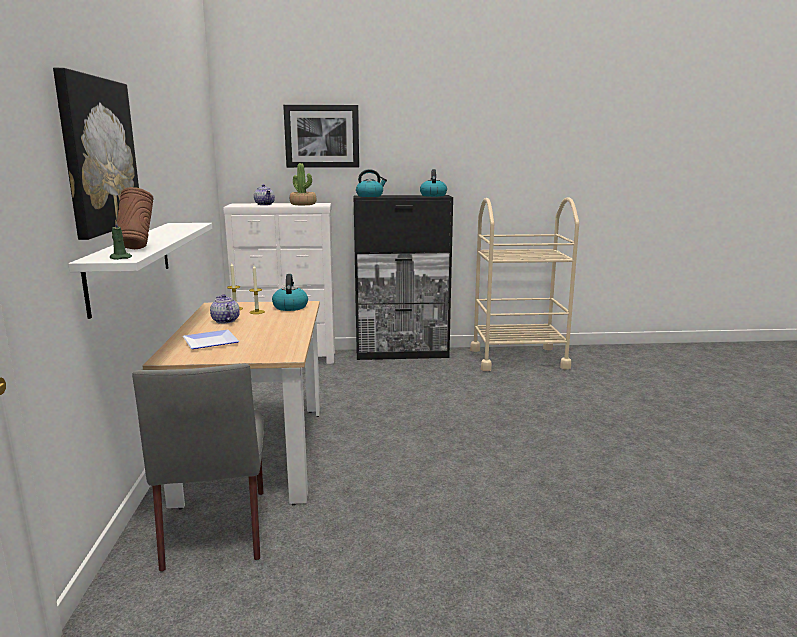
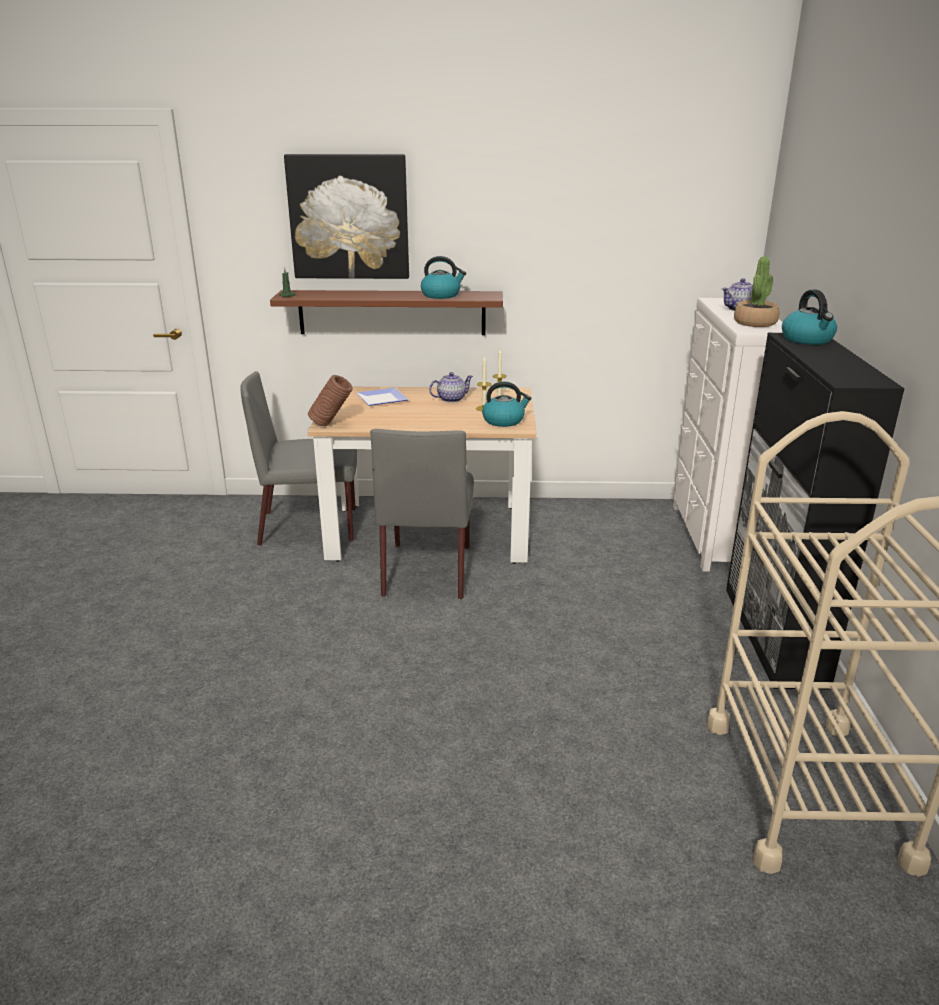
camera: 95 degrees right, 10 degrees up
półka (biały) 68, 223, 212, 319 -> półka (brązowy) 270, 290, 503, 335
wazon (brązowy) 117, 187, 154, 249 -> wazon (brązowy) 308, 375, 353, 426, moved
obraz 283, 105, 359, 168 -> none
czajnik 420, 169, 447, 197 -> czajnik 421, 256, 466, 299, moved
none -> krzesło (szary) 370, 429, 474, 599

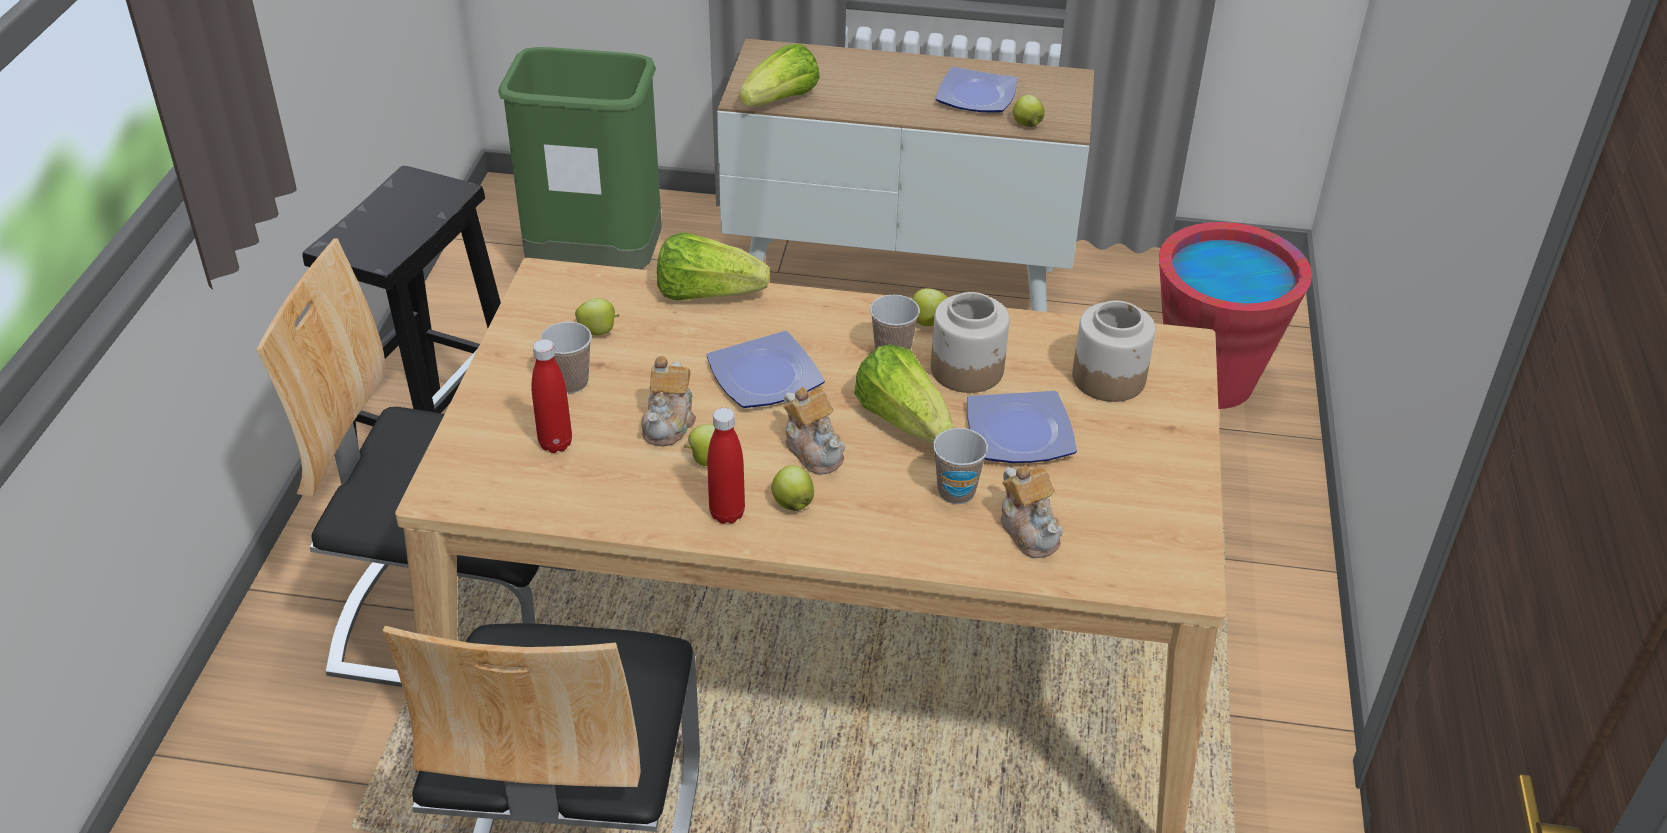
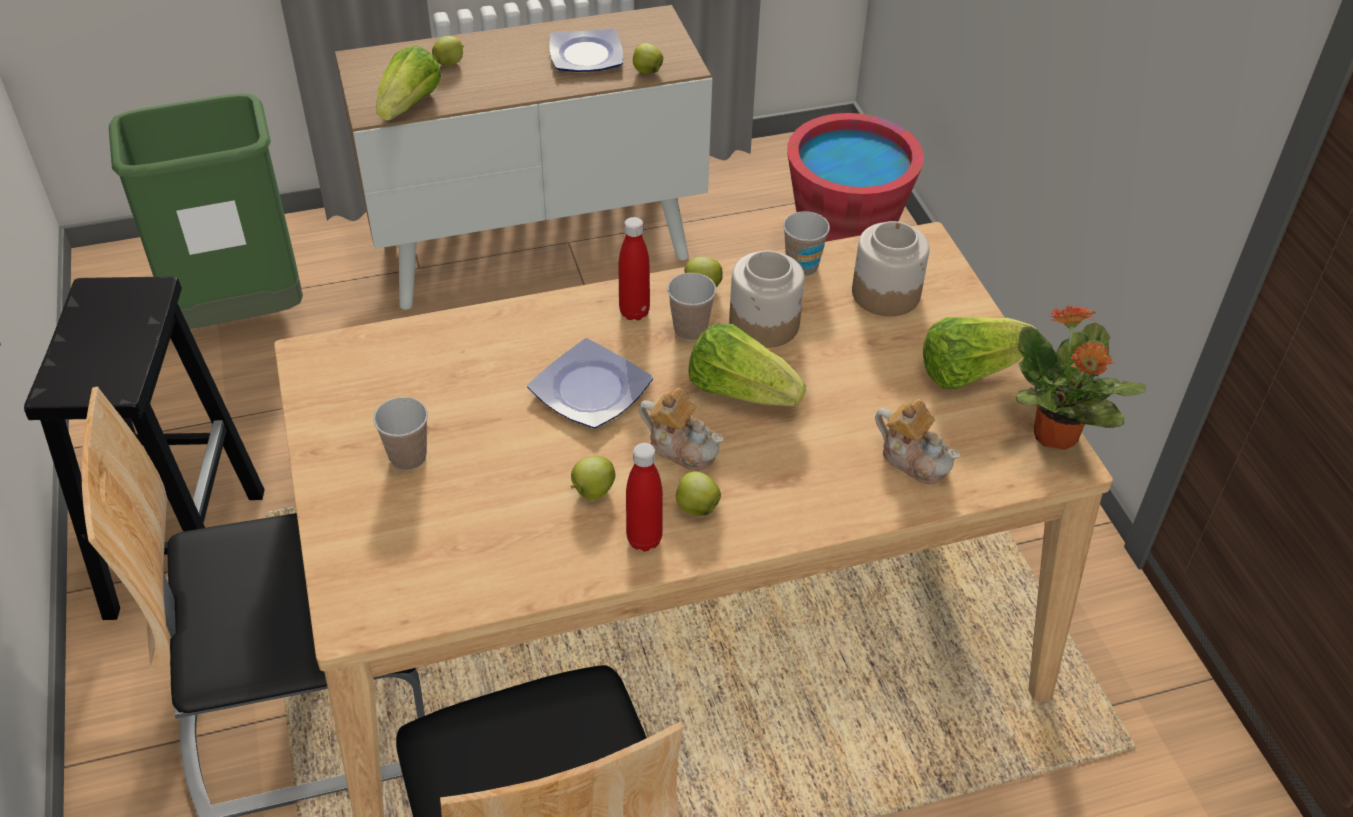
camera: 25 degrees left, 5 degrees up
butelka (czerwony) 531, 339, 572, 453 -> butelka (czerwony) 618, 217, 650, 320, moved
jabłko 575, 298, 619, 335 -> jabłko 432, 36, 464, 65, moved
imbryk 641, 356, 696, 446 -> none
sałata 657, 232, 770, 301 -> sałata 923, 317, 1036, 389, moved
filiżanka 933, 428, 988, 504 -> filiżanka 783, 211, 830, 277, moved
talerz 967, 391, 1077, 463 -> none
none -> roślina doniczkowa 1016, 305, 1146, 450

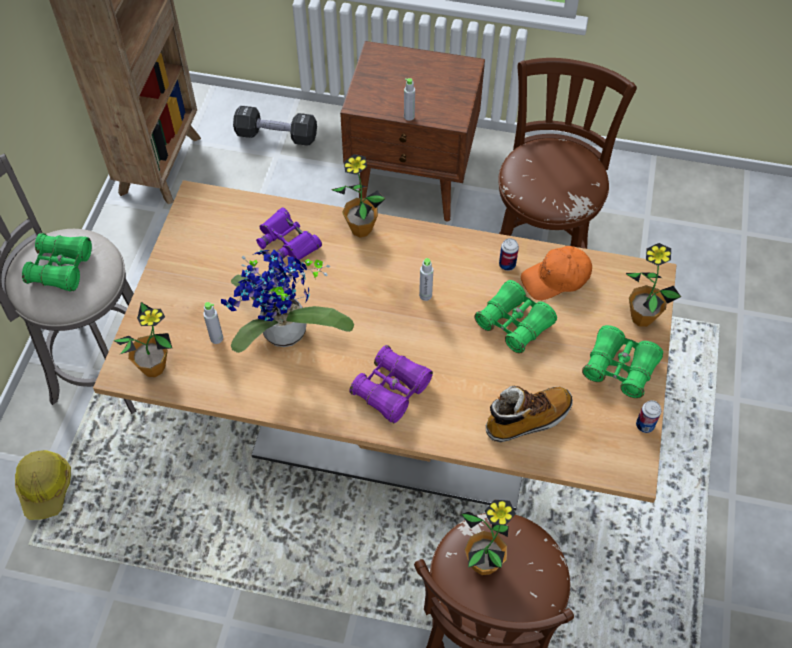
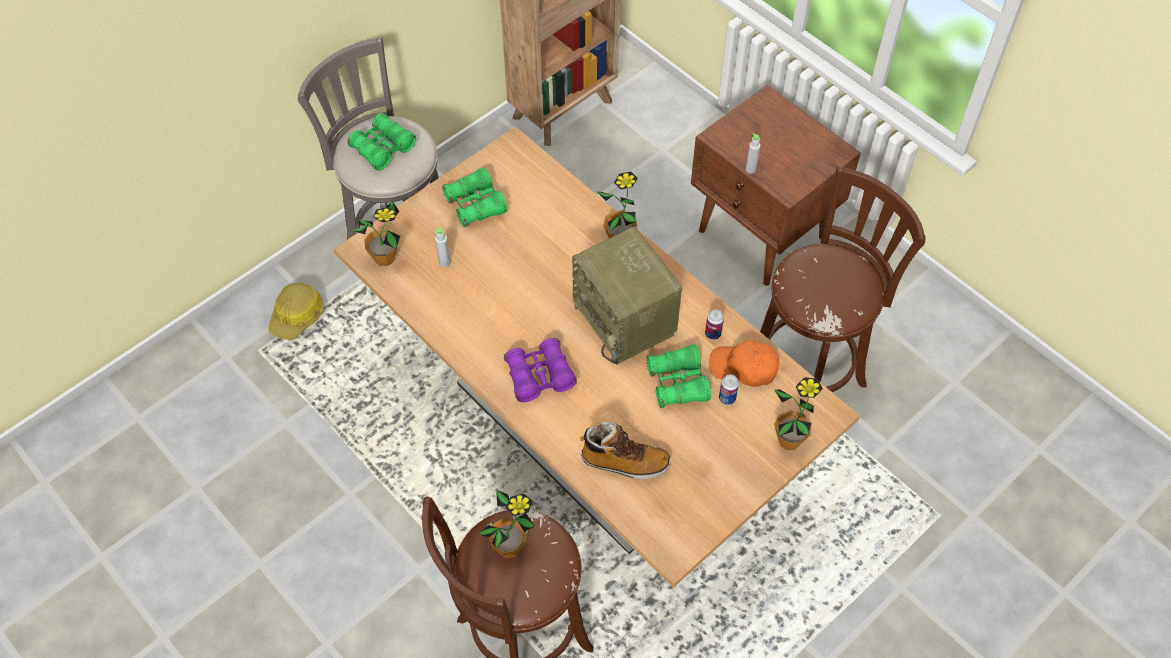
camera: 35 degrees right, 0 degrees up
roślina doniczkowa 221, 250, 354, 353 -> none
hantel (czarny) 233, 106, 317, 146 -> none
lornetka (fioletowy) 256, 207, 322, 260 -> none
butelka (szary) 419, 258, 433, 301 -> radio 572, 227, 682, 364
lornetka (zielony) 582, 325, 663, 399 -> lornetka (zielony) 442, 167, 507, 227, moved
puszka 636, 400, 661, 433 -> puszka 719, 375, 739, 405, moved

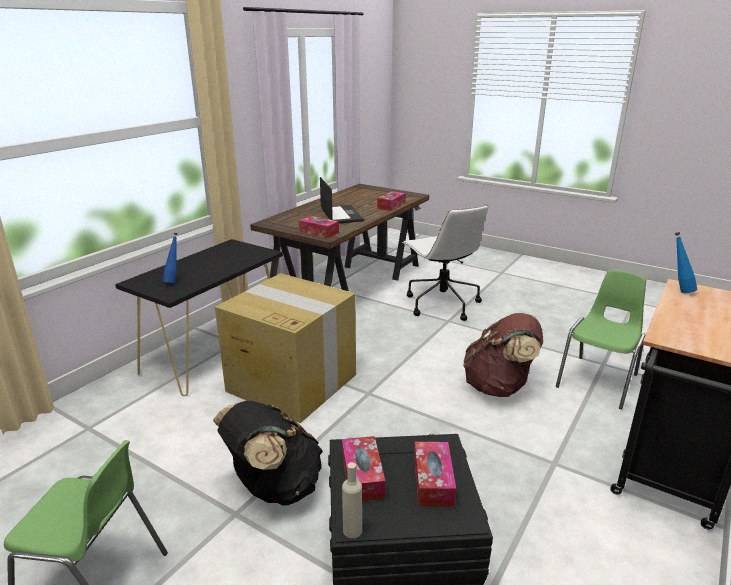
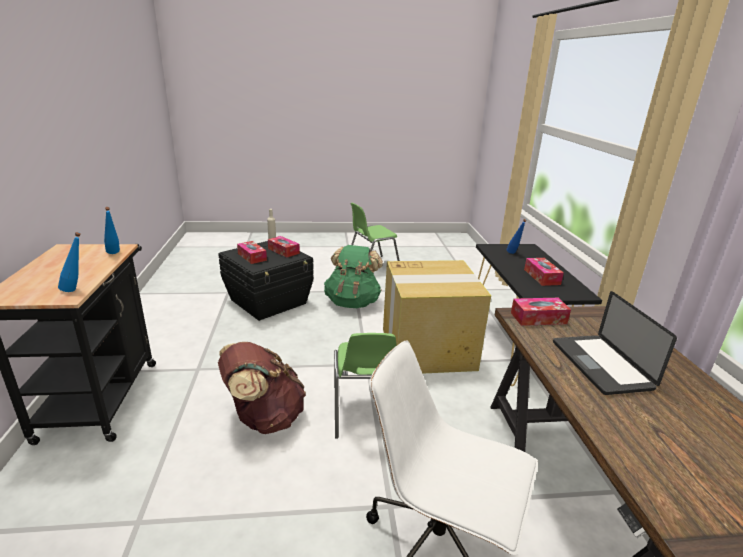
camera: 140 degrees right, 0 degrees up
plecak (czarny) 213, 401, 323, 506 -> plecak (zielony) 324, 245, 383, 308
laptop 320, 177, 364, 223 -> laptop 553, 291, 677, 395, 45 degrees clockwise
pudełko chusteczek 377, 191, 406, 211 -> pudełko chusteczek 524, 258, 564, 286, moved
krzesło (zielony) 556, 270, 646, 409 -> krzesło (zielony) 334, 333, 397, 439, moved
none -> butelka (niebieski) 104, 207, 120, 254

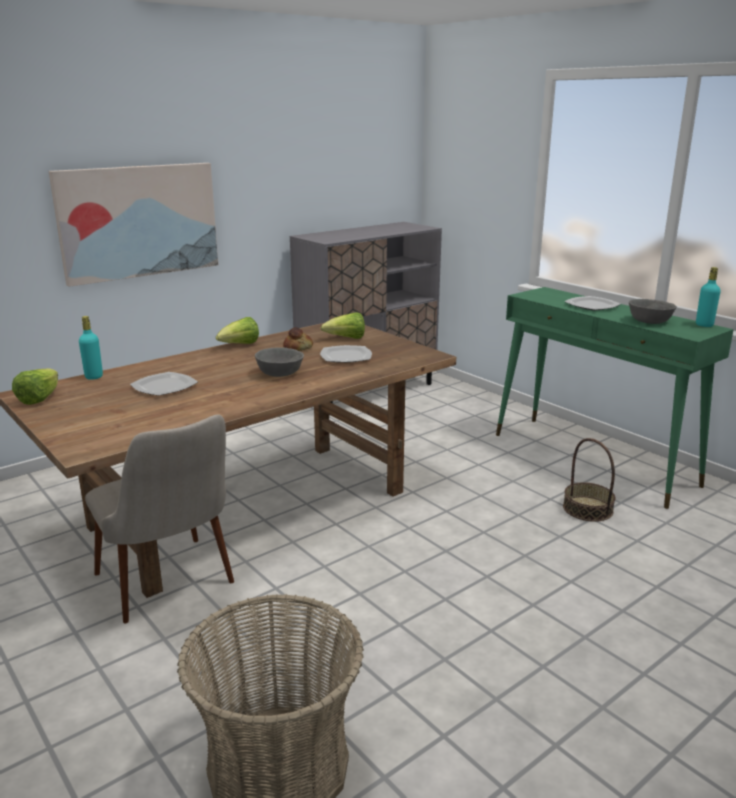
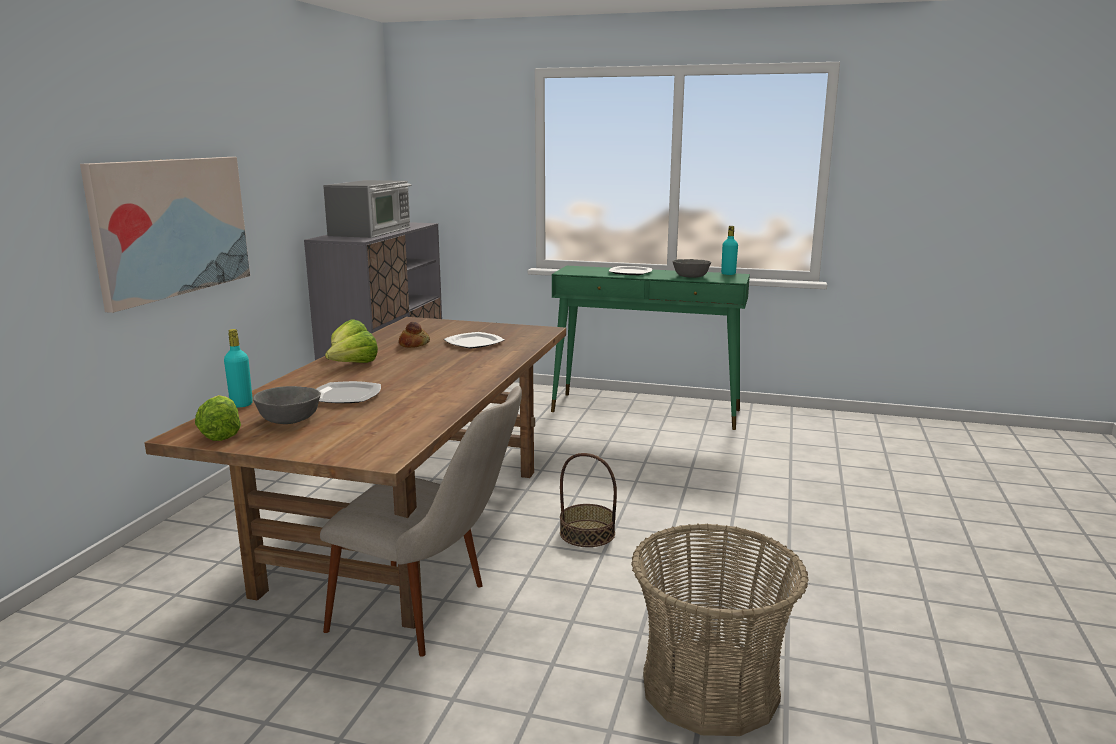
camera: 35 degrees left, 5 degrees down
miska (szary) 255, 347, 304, 377 -> miska (szary) 253, 386, 321, 424, moved
sałata 321, 312, 365, 339 -> sałata 325, 331, 378, 363, moved
koszyk 563, 438, 616, 522 -> koszyk 560, 453, 617, 547, moved
none -> mikrofalówka 323, 180, 411, 238

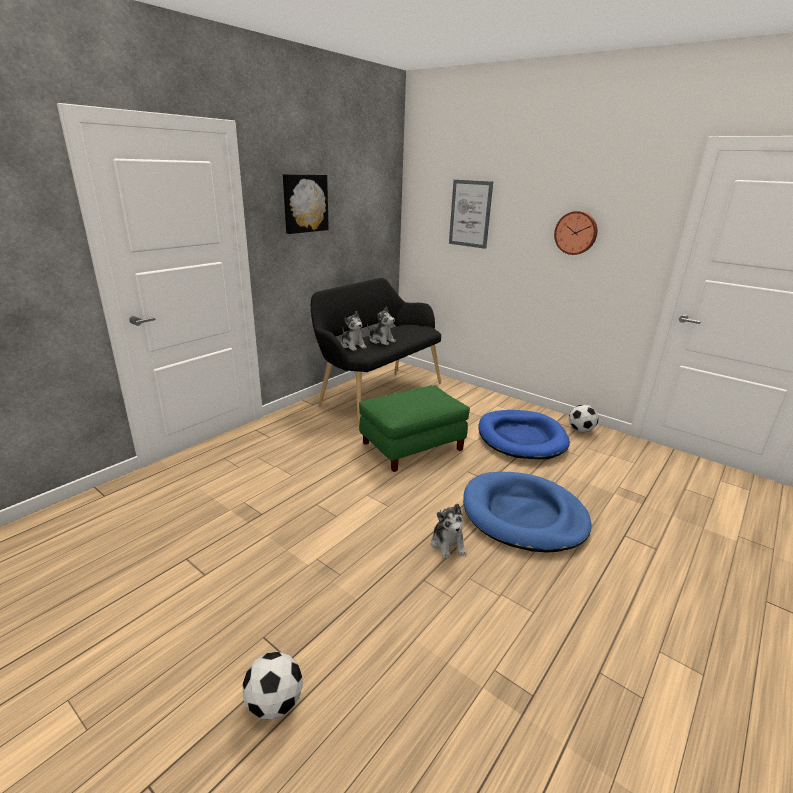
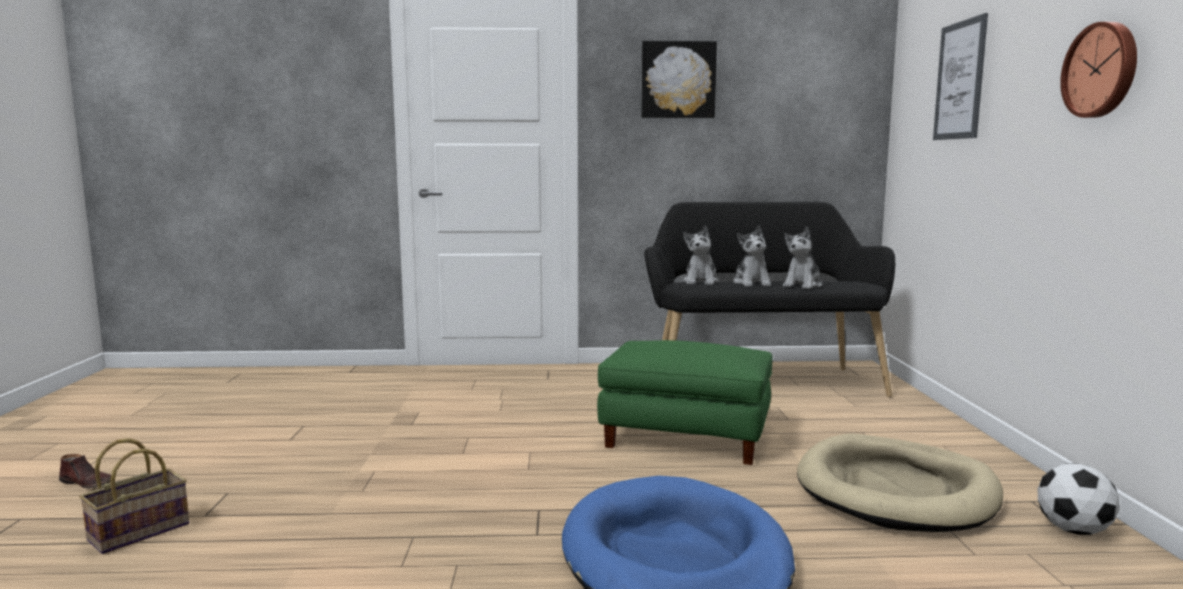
camera: 50 degrees right, 15 degrees down
piłka futbolowa 242, 652, 303, 720 -> koszyk 79, 438, 189, 554
pluszak 431, 503, 466, 559 -> pluszak 783, 227, 822, 289, moved
legowisko (niebieski) 478, 410, 570, 459 -> legowisko (beżowy) 797, 434, 1003, 532
none -> but (brązowy) 59, 454, 112, 488

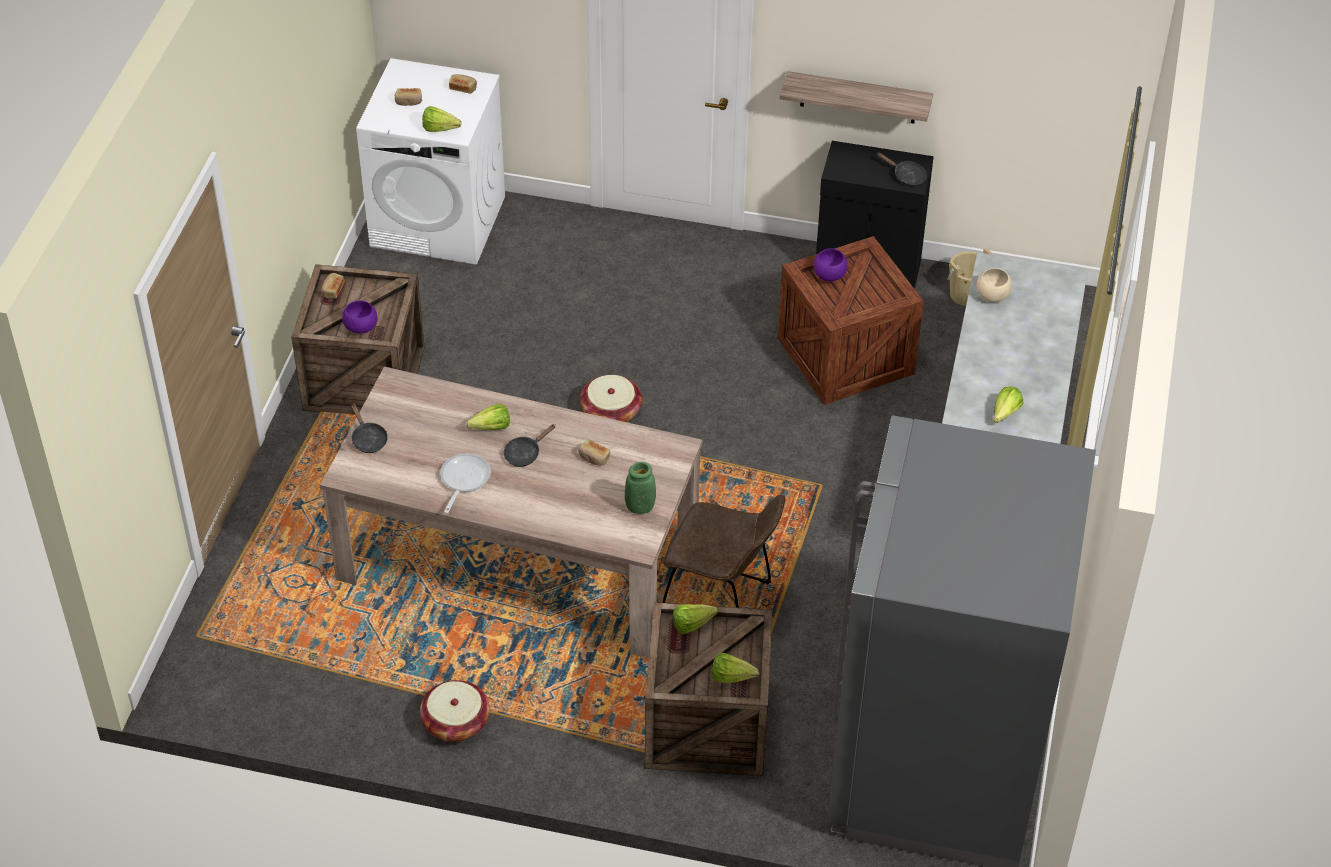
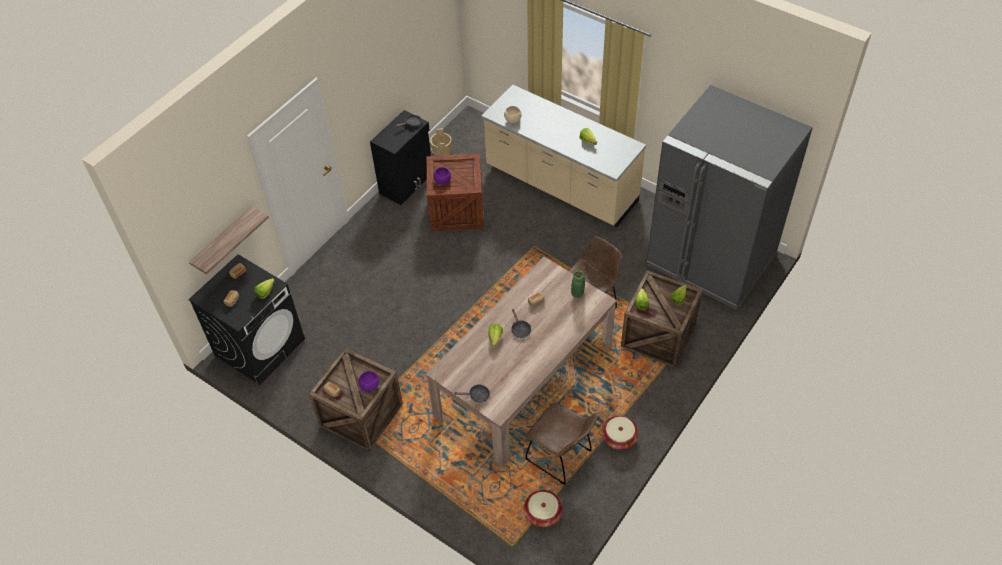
camera: 65 degrees left, 5 degrees up
pralka (biały) 356, 58, 505, 265 -> pralka (czarny) 188, 254, 305, 385
patelnia 440, 453, 491, 514 -> none
koszyk 580, 375, 642, 422 -> koszyk 524, 490, 563, 527, moved
półka 780, 71, 933, 124 -> półka 189, 206, 269, 274, moved
none -> krzesło (brązowy) 525, 403, 598, 485

